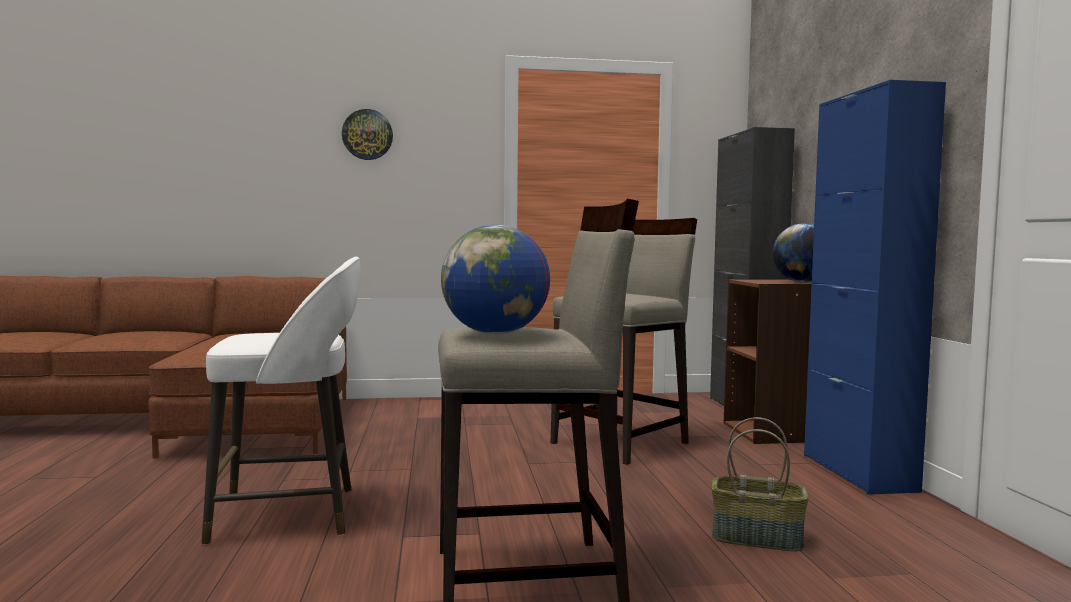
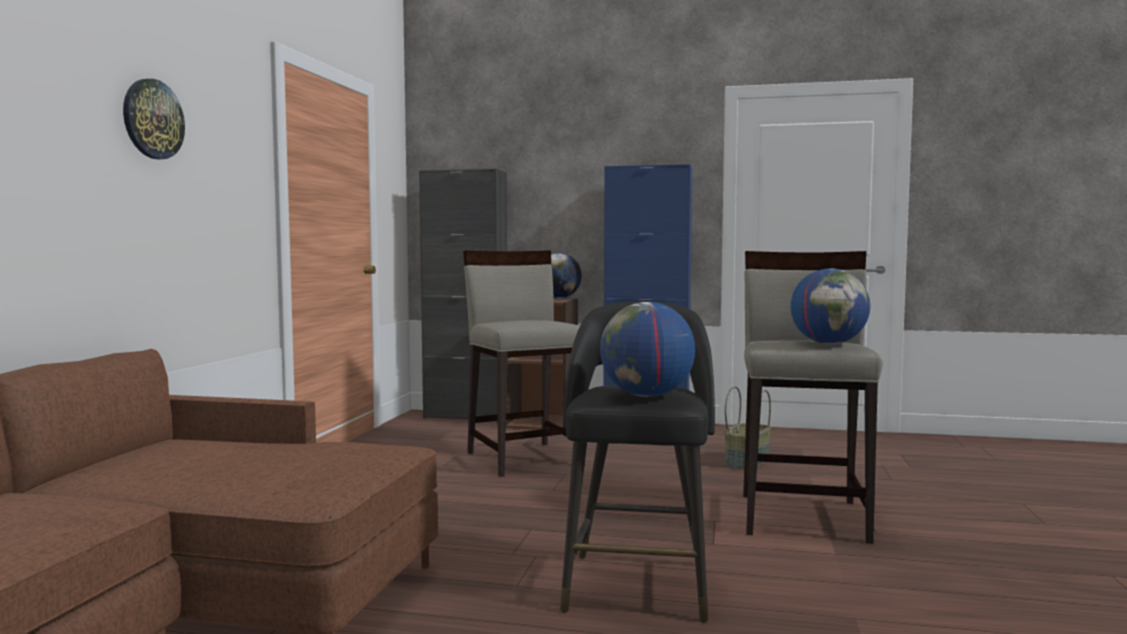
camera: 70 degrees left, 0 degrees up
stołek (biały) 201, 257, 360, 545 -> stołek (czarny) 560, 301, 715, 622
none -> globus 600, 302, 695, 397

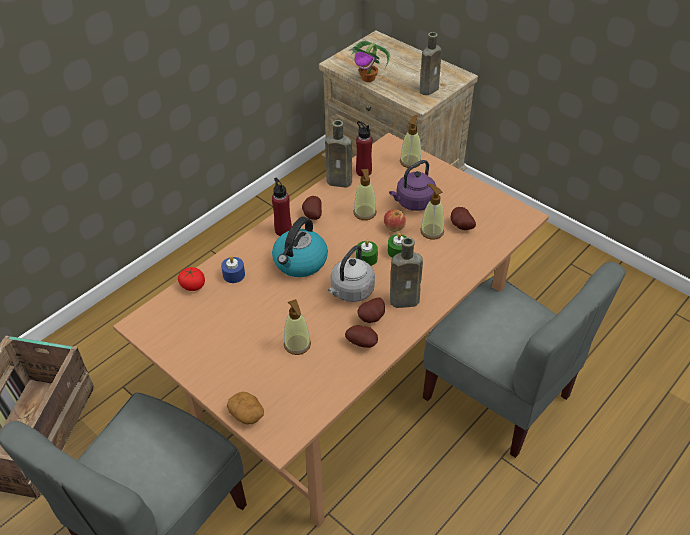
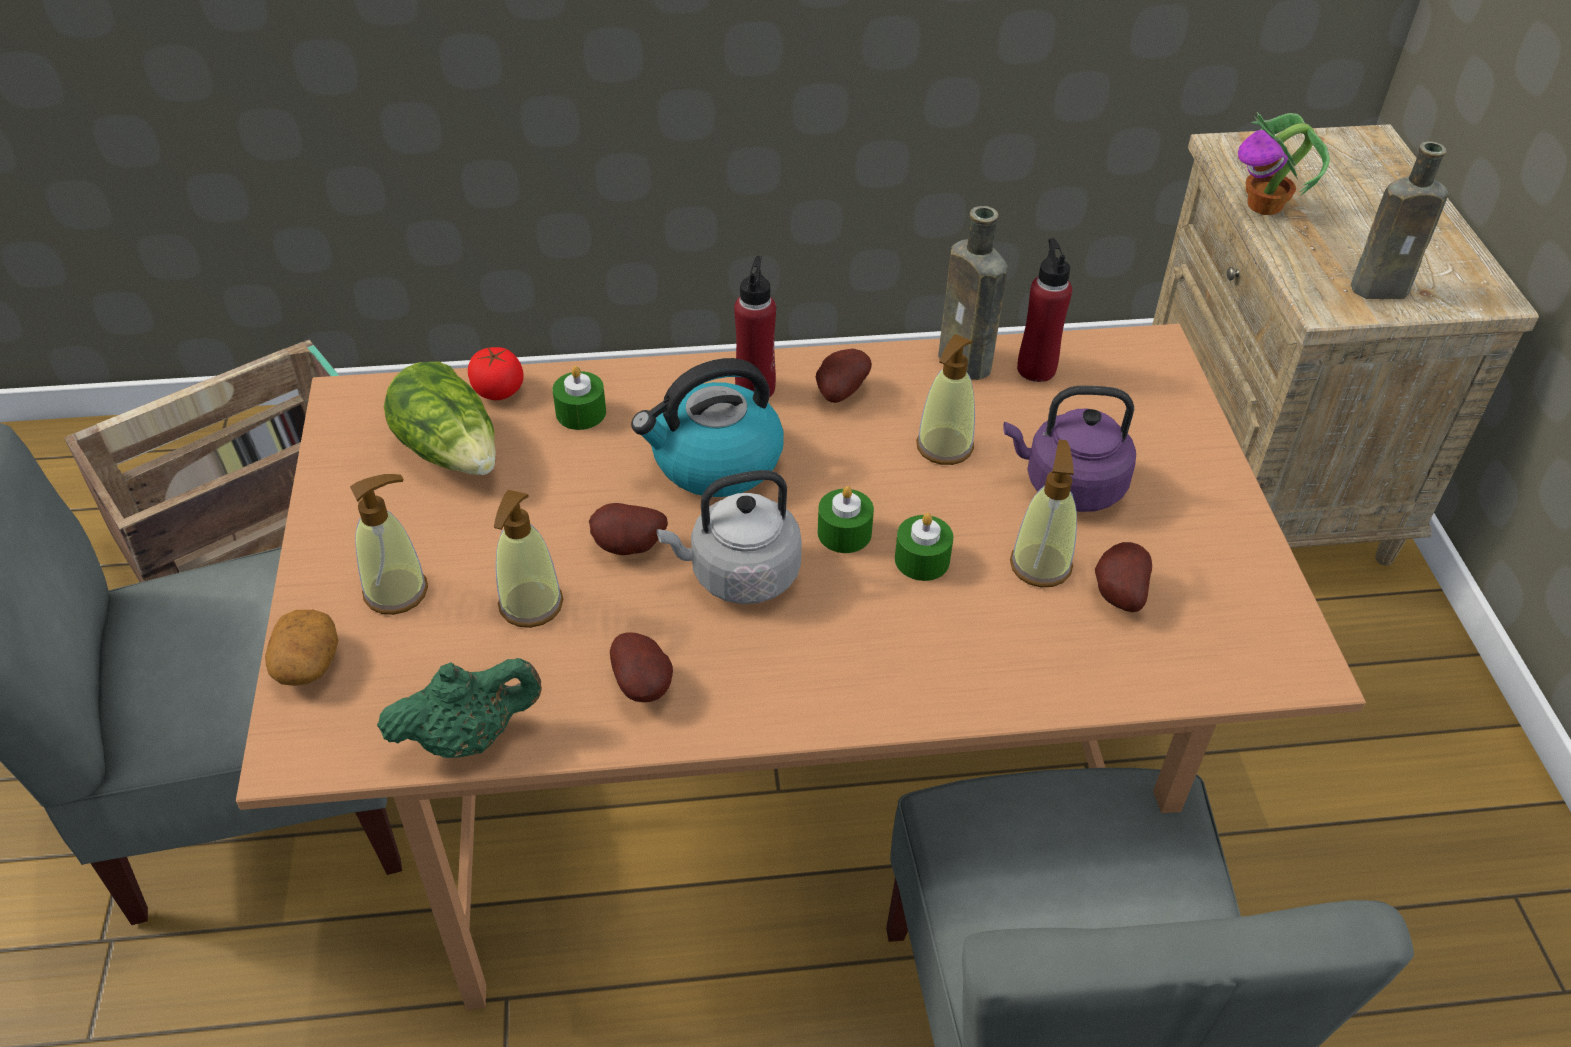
camera: 40 degrees right, 0 degrees up
świeca (niebieski) 221, 256, 245, 283 -> świeca (zielony) 553, 366, 606, 430
ziemniak 357, 297, 385, 323 -> ziemniak 589, 503, 668, 555, moved
jabłko 384, 209, 406, 232 -> none
butelka (brązowy) 390, 237, 423, 308 -> none
dozownik mydła 400, 115, 421, 168 -> dozownik mydła 350, 474, 428, 615, moved
none -> imbryk (zielony) 377, 658, 542, 758
none -> sałata 384, 361, 496, 475

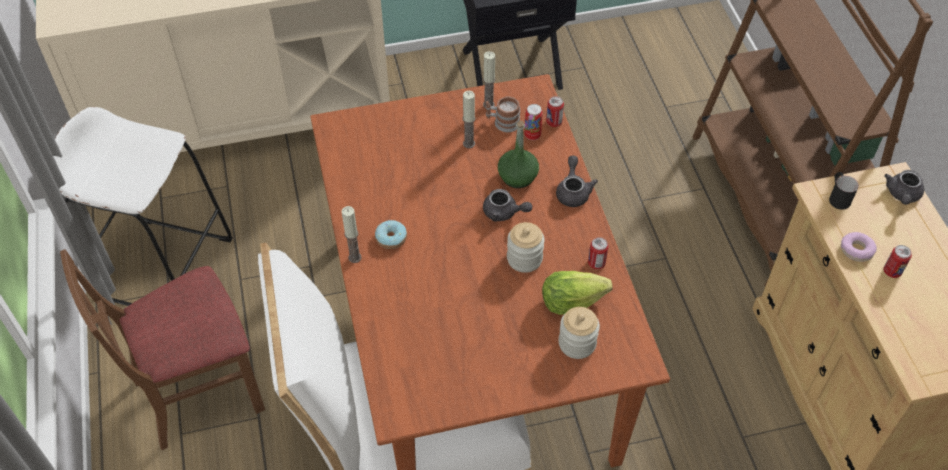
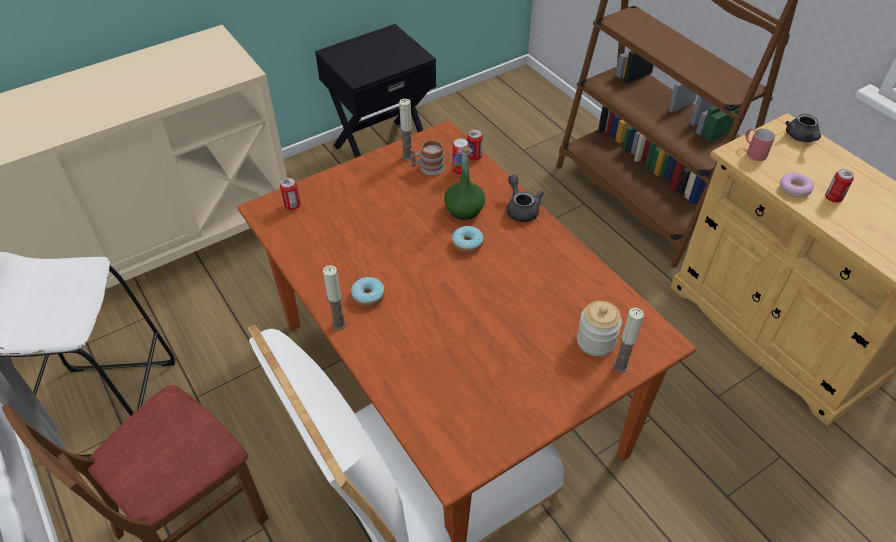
camera: 20 degrees left, 5 degrees down
świeca 463, 91, 475, 148 -> świeca 613, 308, 644, 373, moved
imbryk (szary) 483, 189, 532, 222 -> donut 452, 226, 484, 253
słoik 507, 222, 545, 273 -> none
sałata 542, 271, 612, 315 -> none
puszka 588, 237, 609, 269 -> puszka 280, 178, 301, 210, moved
kubek (czarny) 829, 172, 859, 210 -> kubek (czerwony) 745, 128, 775, 161

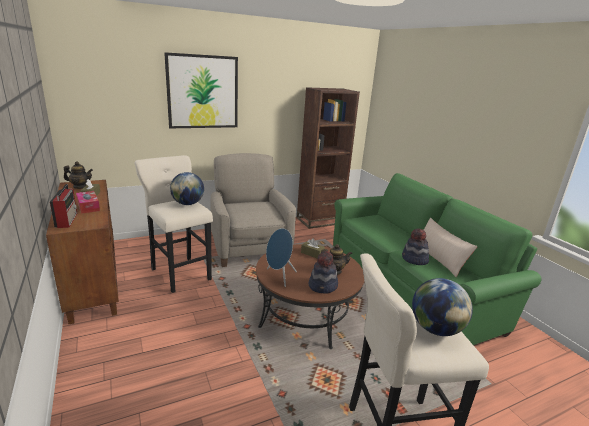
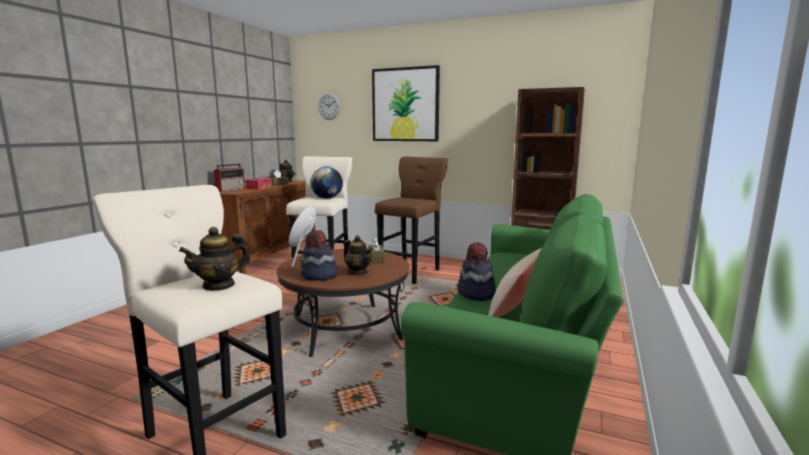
camera: 50 degrees right, 10 degrees down
fotel (beżowy) 211, 153, 296, 267 -> stołek (brązowy) 375, 156, 448, 284
globus 412, 278, 473, 336 -> imbryk 179, 227, 251, 291
none -> zegar ścienny 318, 93, 340, 120

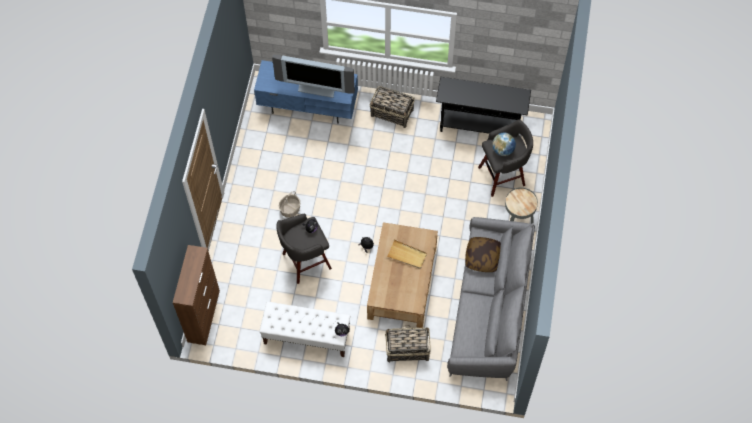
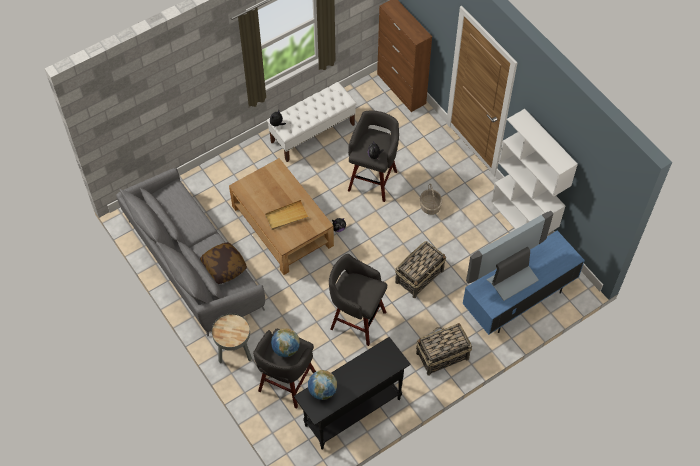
camera: 135 degrees right, 5 degrees down
koszyk 385, 325, 431, 363 -> koszyk 395, 241, 446, 298, moved
none -> globus 308, 370, 337, 400
none -> stołek (szary) 329, 254, 387, 346
none -> regał (biały) 491, 109, 578, 233

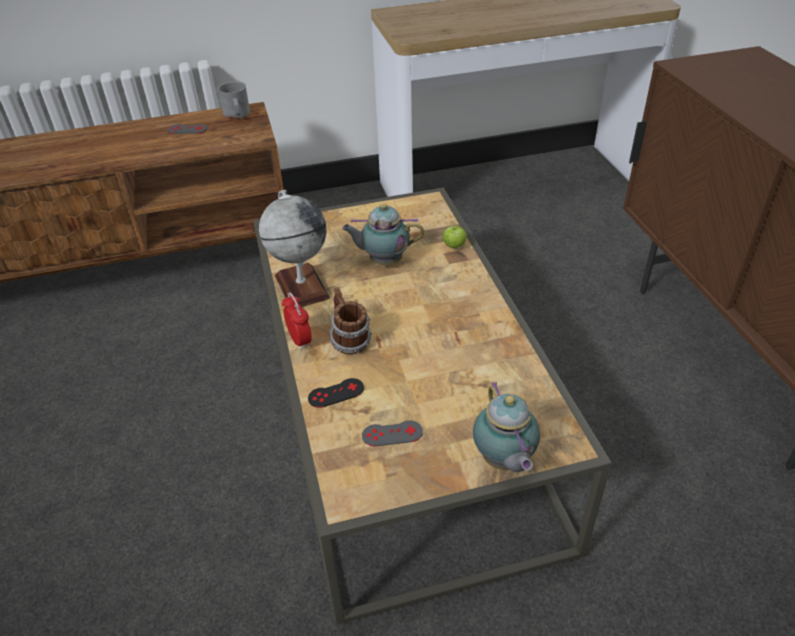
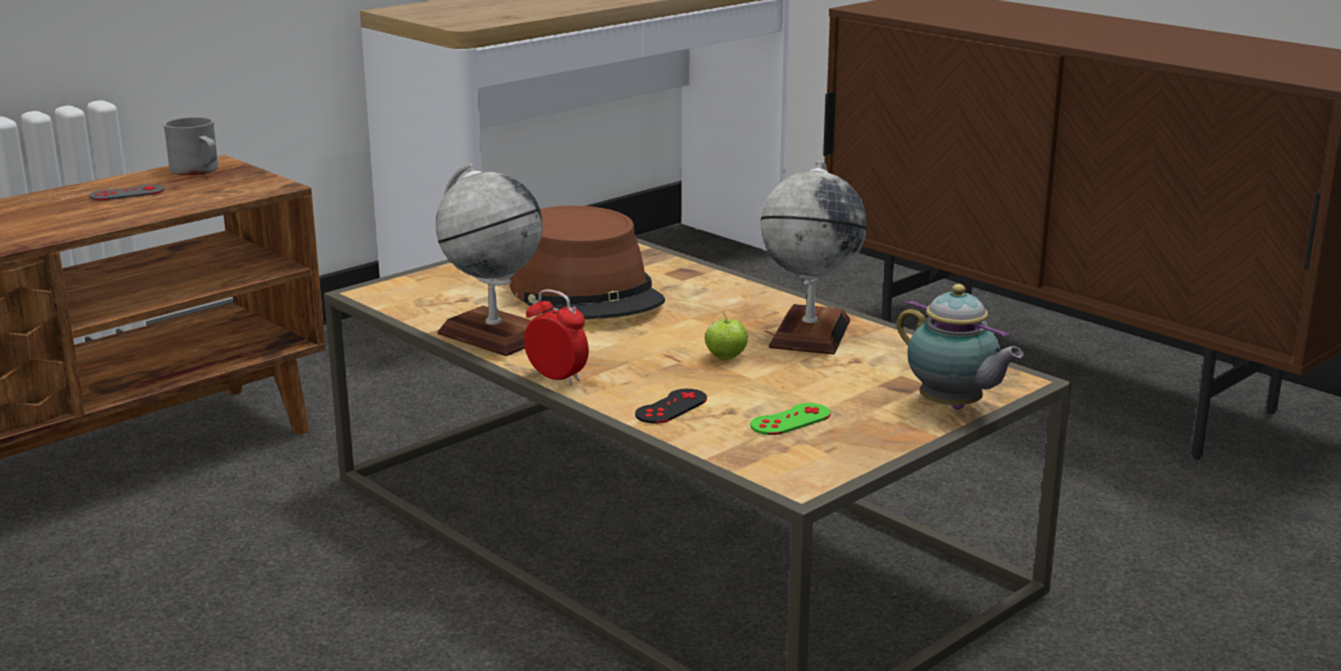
camera: 30 degrees left, 20 degrees down
kubek 329, 287, 372, 355 -> none
imbryk 342, 203, 424, 265 -> kapelusz (brązowy) 510, 206, 665, 319
pad do gier (szary) 362, 420, 423, 446 -> pad do gier (zielony) 750, 403, 831, 435
jabłko 443, 222, 467, 248 -> jabłko 704, 311, 748, 360, moved
none -> globus 761, 161, 867, 355

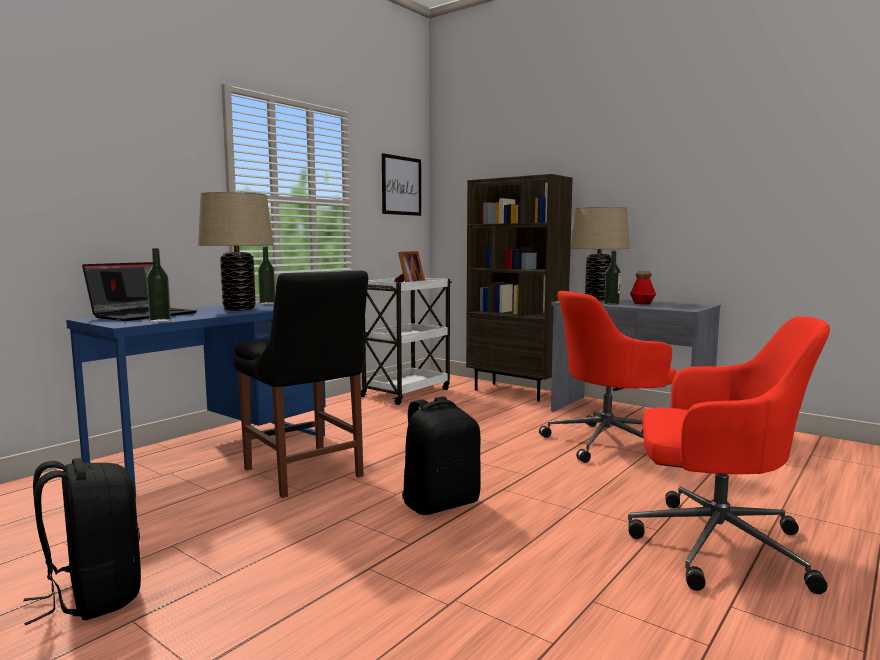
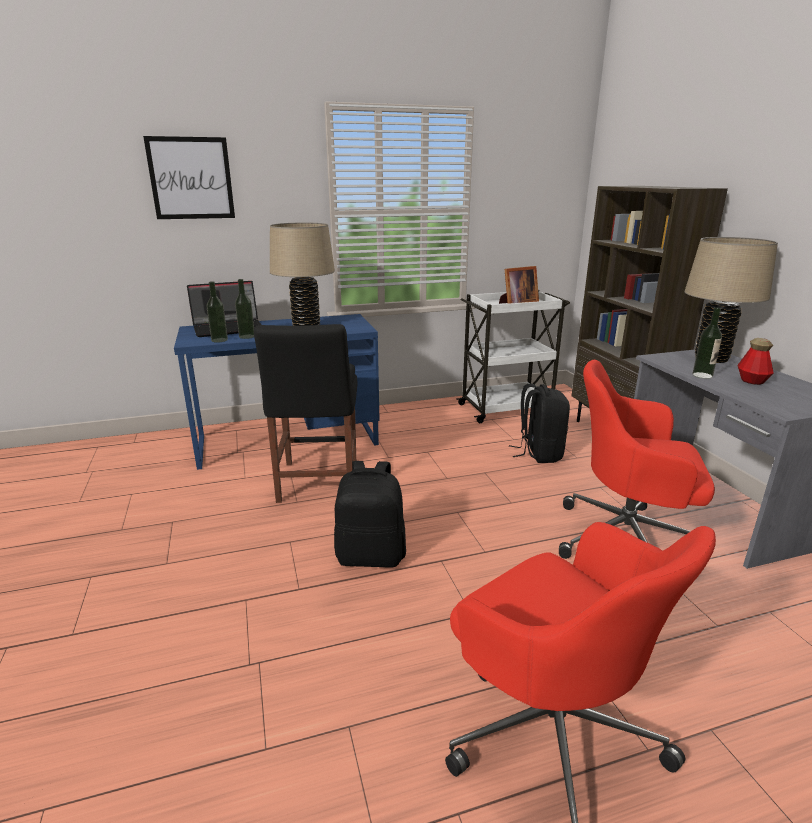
camera: 35 degrees right, 15 degrees up
plecak (czarny) 23, 458, 141, 625 -> plecak (czarny) 509, 383, 570, 463, moved
butelka 258, 247, 275, 304 -> butelka 235, 279, 254, 339, moved
obraz 382, 153, 421, 216 -> obraz 143, 136, 235, 219, moved

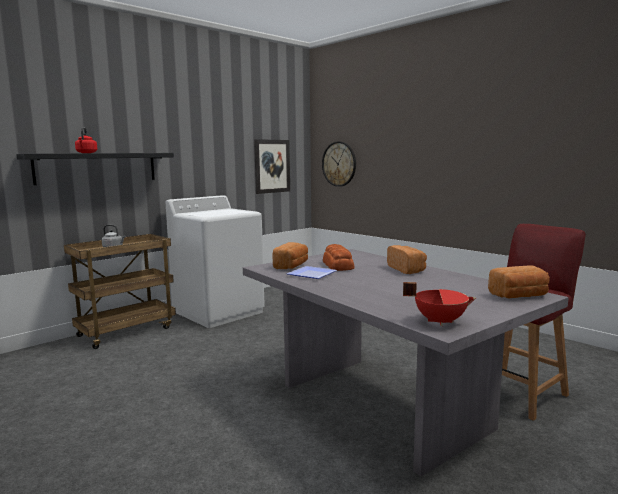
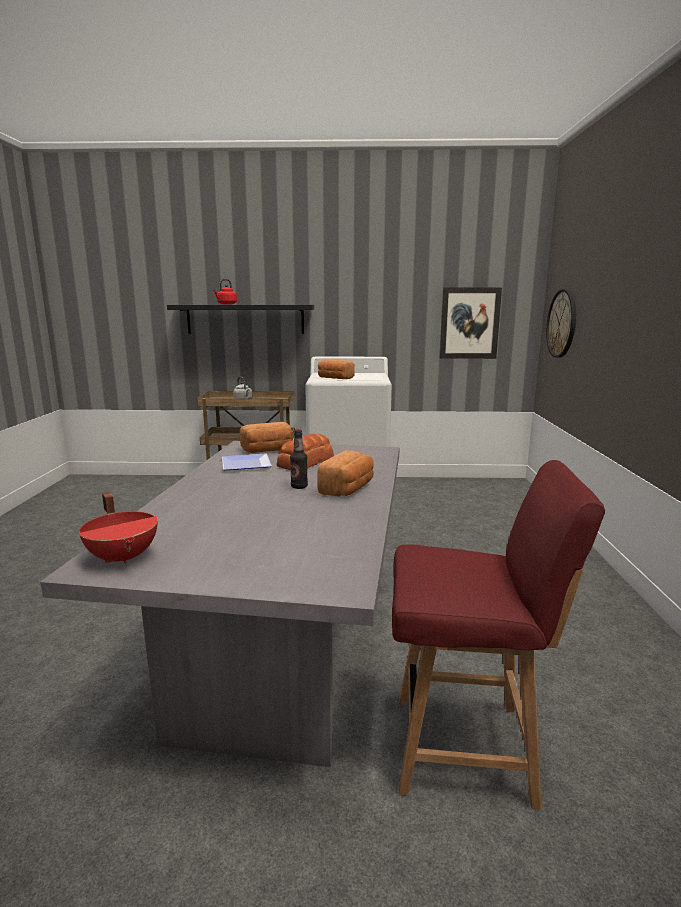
camera: 45 degrees right, 5 degrees up
chleb 488, 265, 550, 299 -> chleb 318, 359, 355, 379, moved
none -> butelka 290, 429, 308, 489

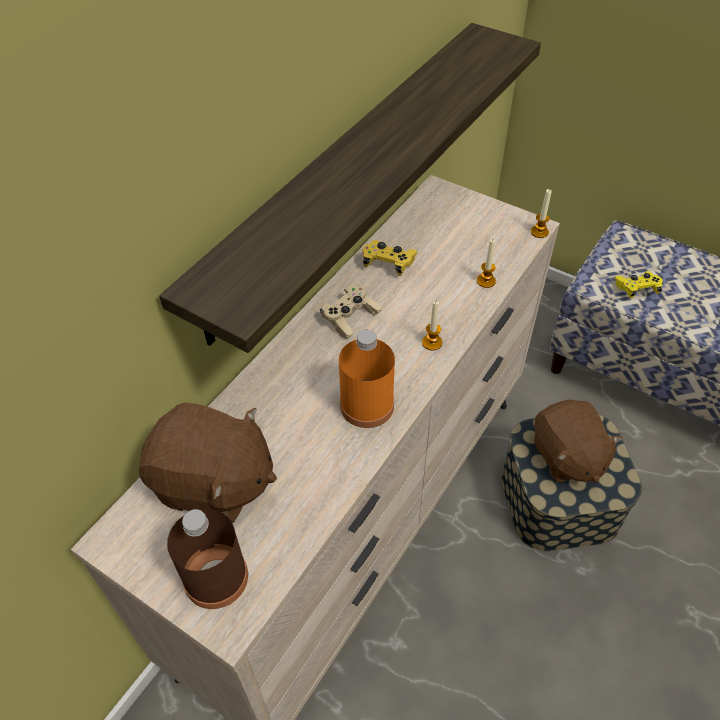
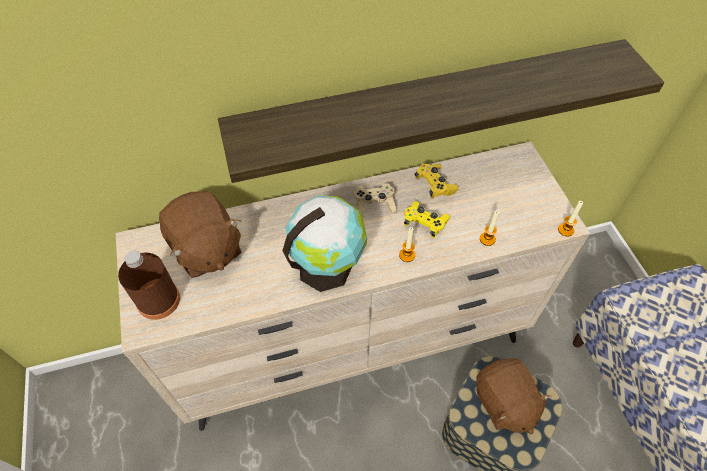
camera: 40 degrees right, 5 degrees up
butelka (pomarańczowy) 339, 330, 395, 428 -> globus 282, 196, 367, 292
pluszak (brązowy) 534, 399, 623, 483 -> pluszak (brązowy) 476, 358, 552, 434, 45 degrees counterclockwise
pad do gier (żółty) 615, 271, 663, 298 -> pad do gier (żółty) 404, 201, 450, 238, moved

